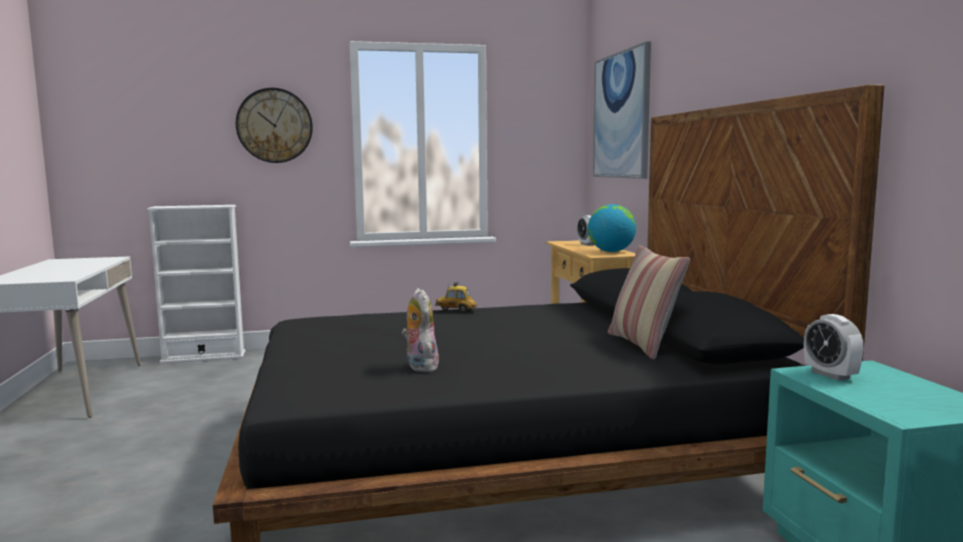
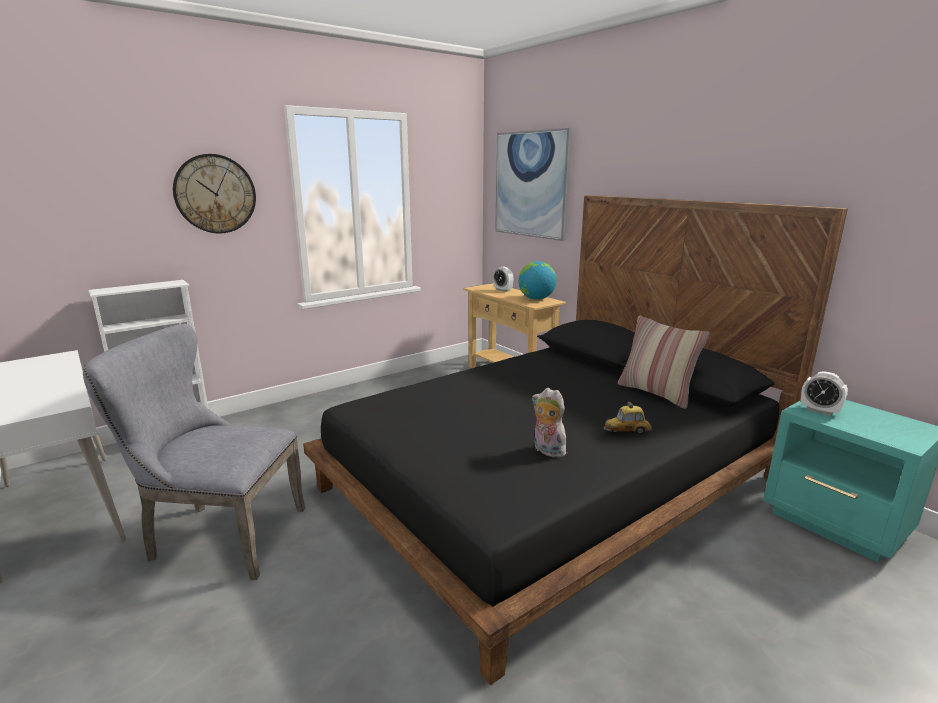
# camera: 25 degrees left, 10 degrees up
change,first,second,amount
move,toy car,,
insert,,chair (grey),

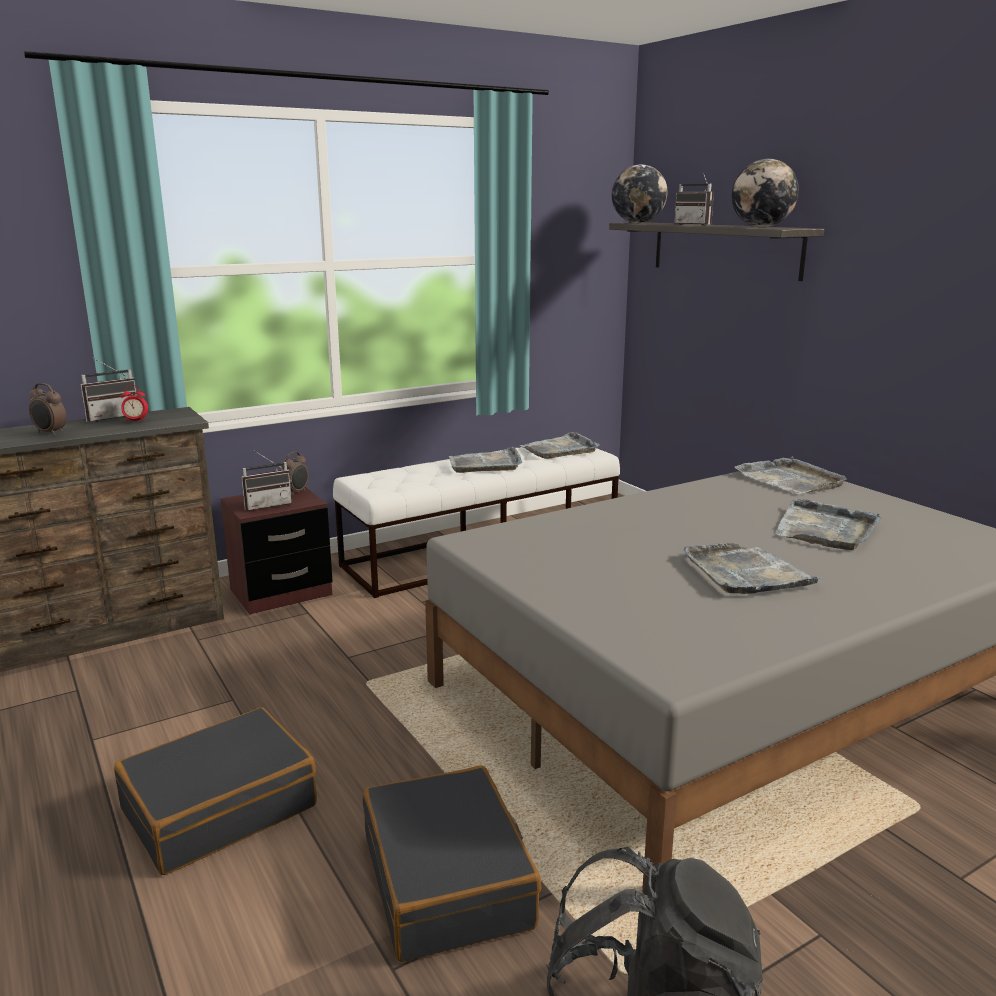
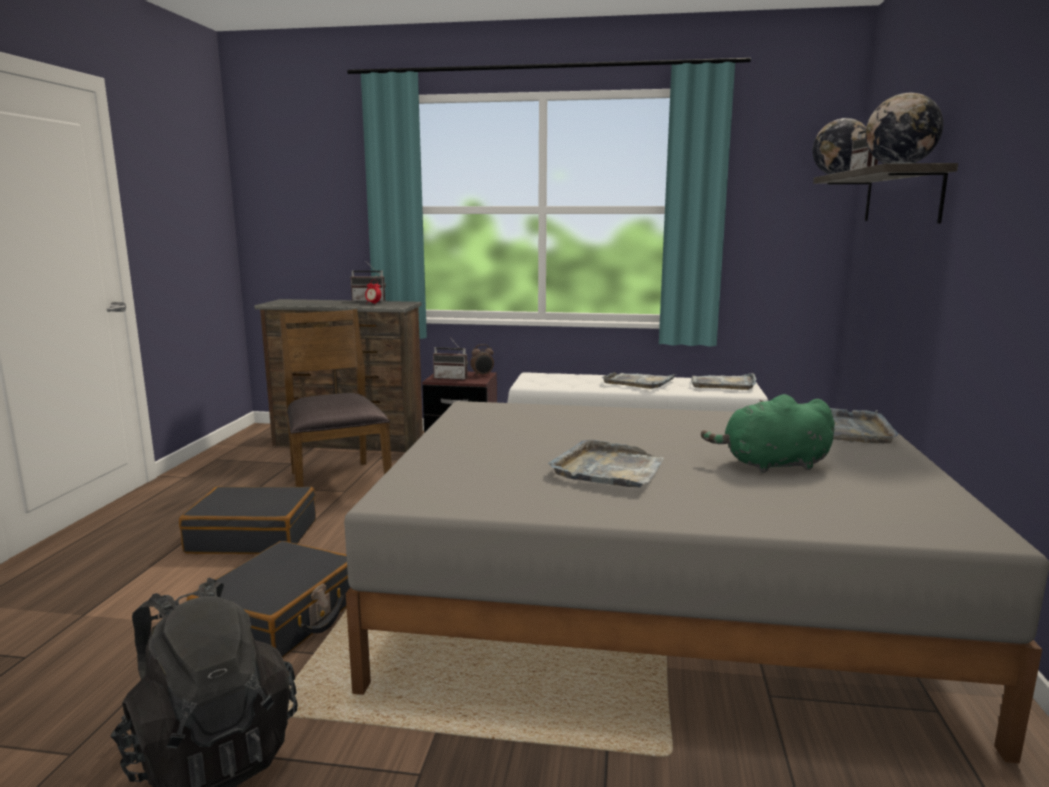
# camera: 40 degrees right, 5 degrees down
change,first,second,amount
delete,alarm clock (1st from left),,
replace,tray (grey) (5th from left),plush toy (green),
insert,,chair (brown),

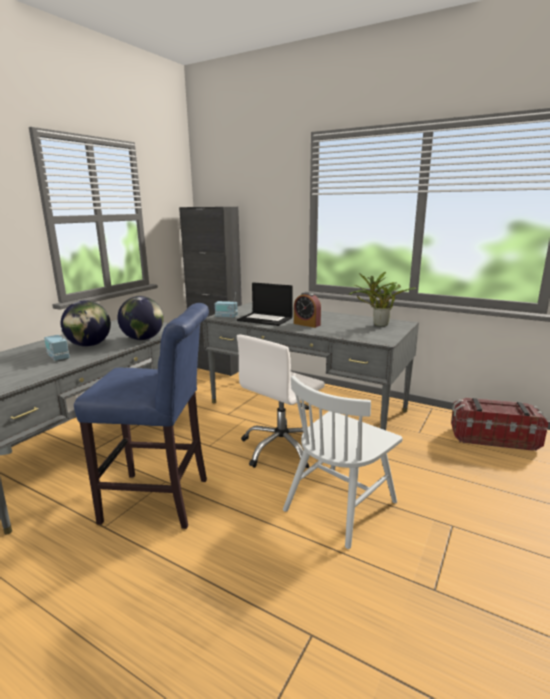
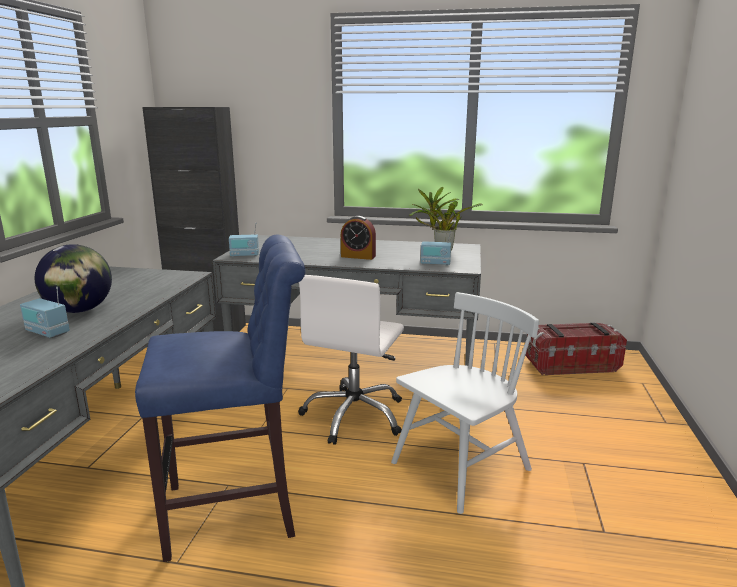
# camera: 20 degrees left, 0 degrees up
change,first,second,amount
delete,laptop,,
delete,globe (2nd from left),,
rotate,chair (white),,150 degrees counterclockwise
insert,,radio (3rd from left),

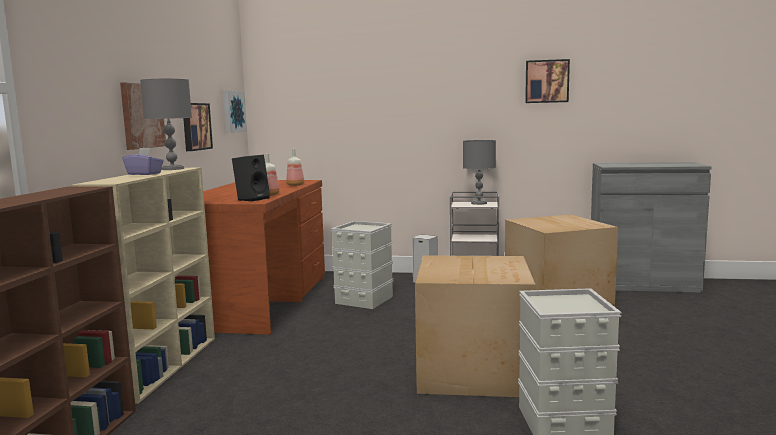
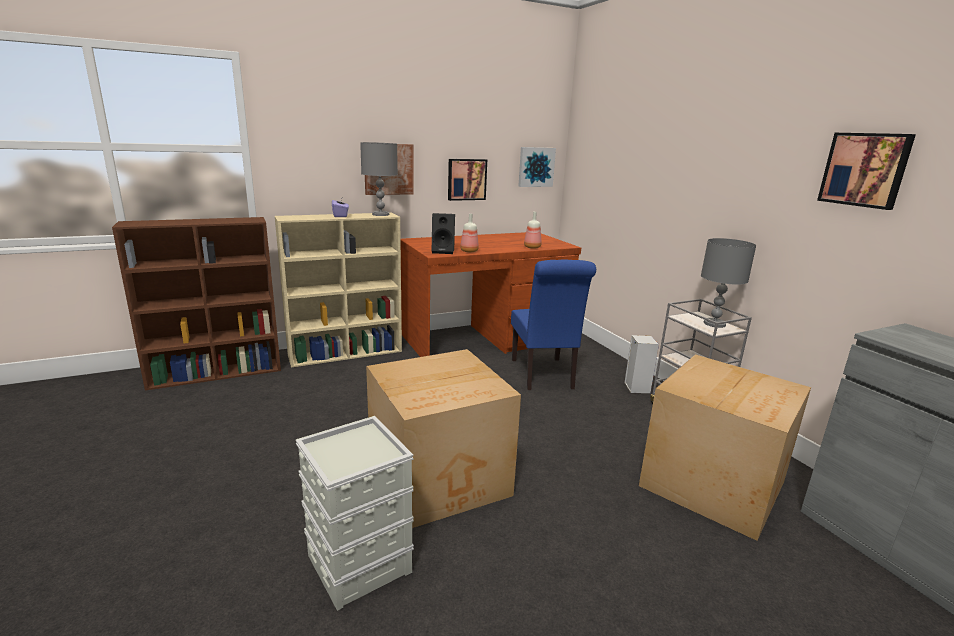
# camera: 55 degrees right, 10 degrees up
change,first,second,amount
replace,storage box (grey) (1st from left),chair (blue),

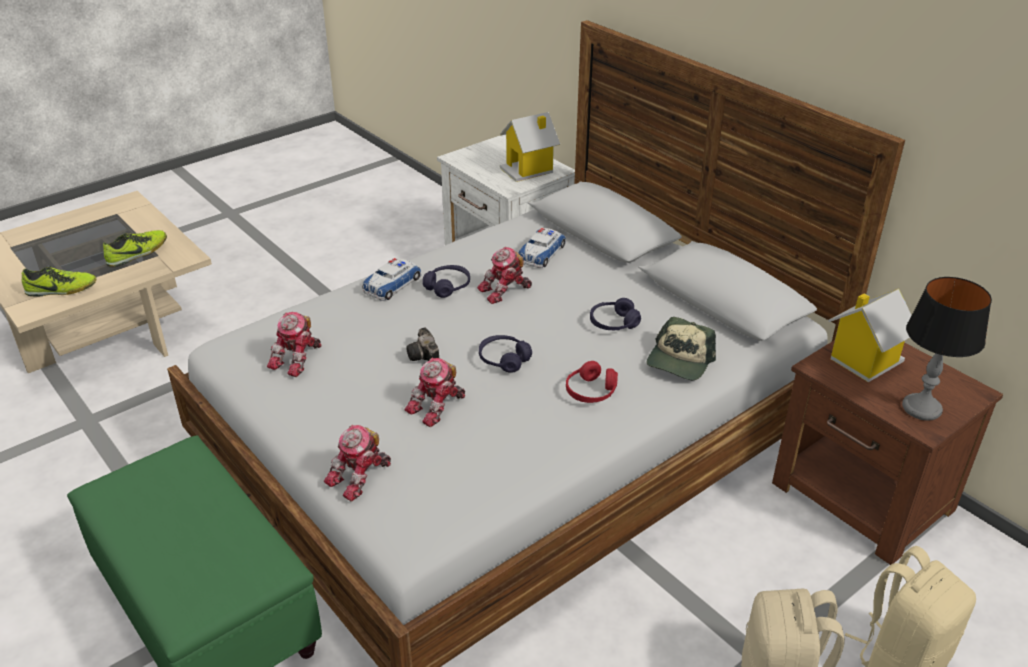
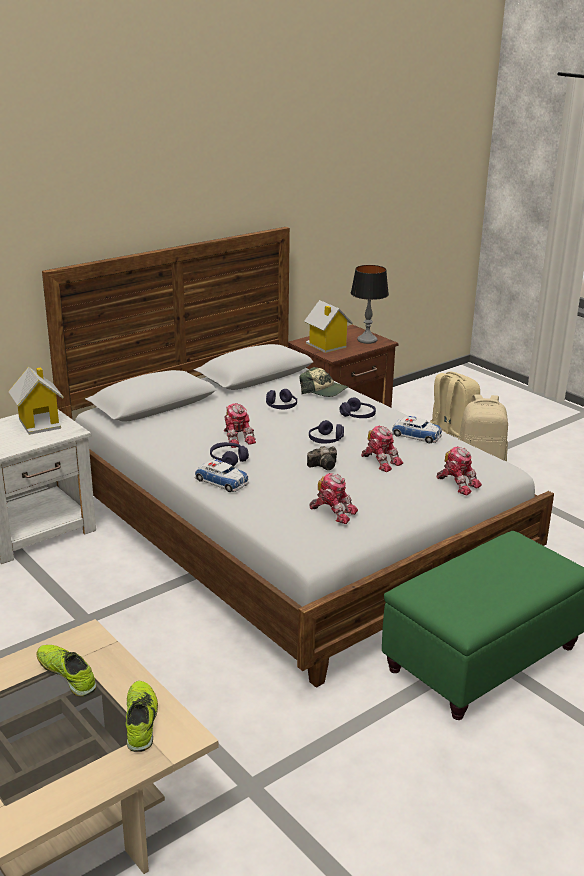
# camera: 90 degrees left, 10 degrees down
change,first,second,amount
move,toy car (2nd from left),,
recolor,headphones (red),headphones (purple) (4th from left),

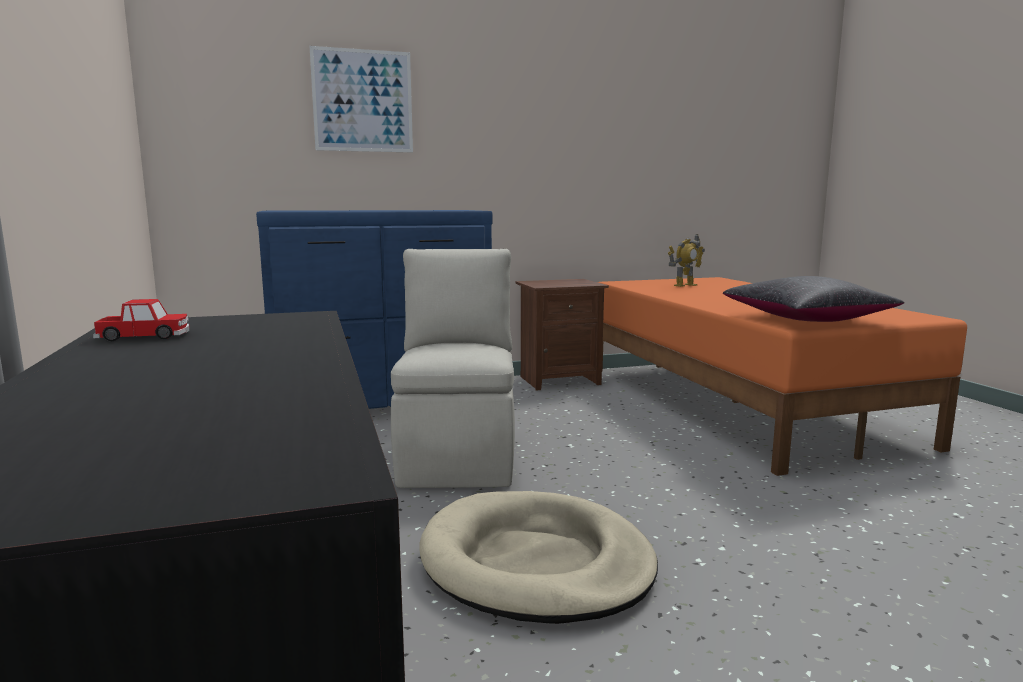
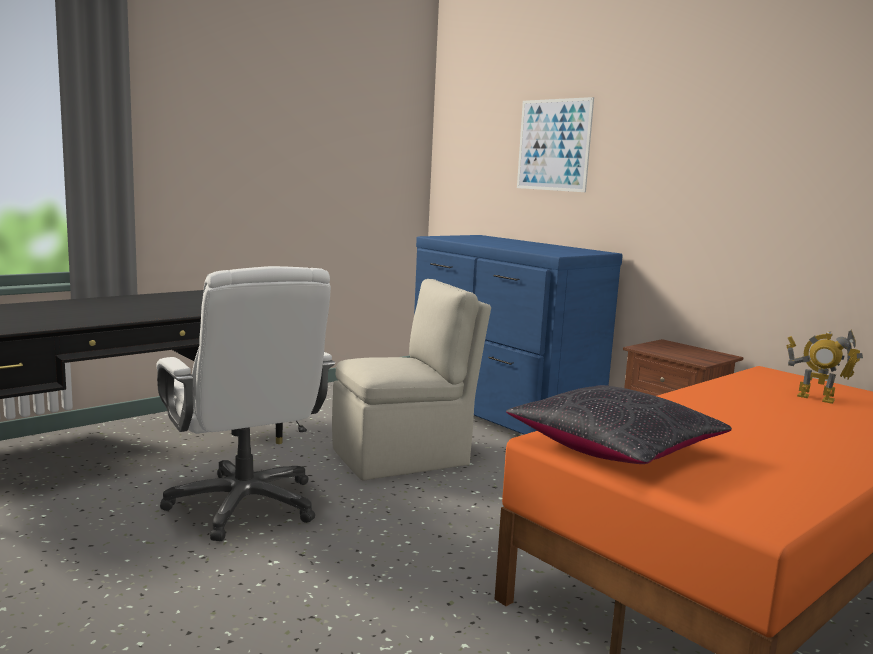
# camera: 65 degrees right, 0 degrees up
change,first,second,amount
delete,toy car,,
replace,dog bed (beige),office chair (white),

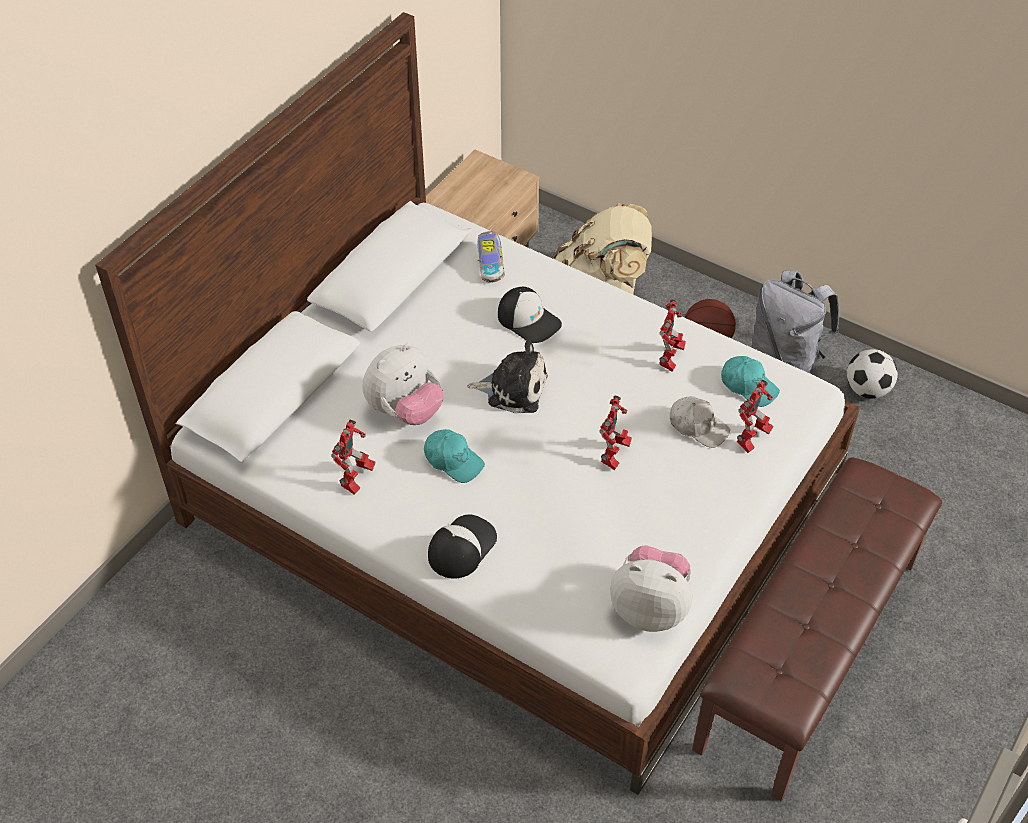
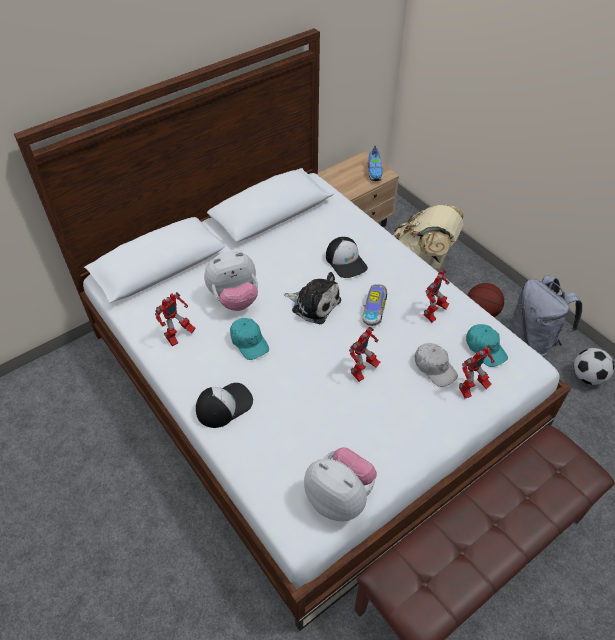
# camera: 20 degrees right, 0 degrees up
change,first,second,amount
move,toy car,,
insert,,shoe,

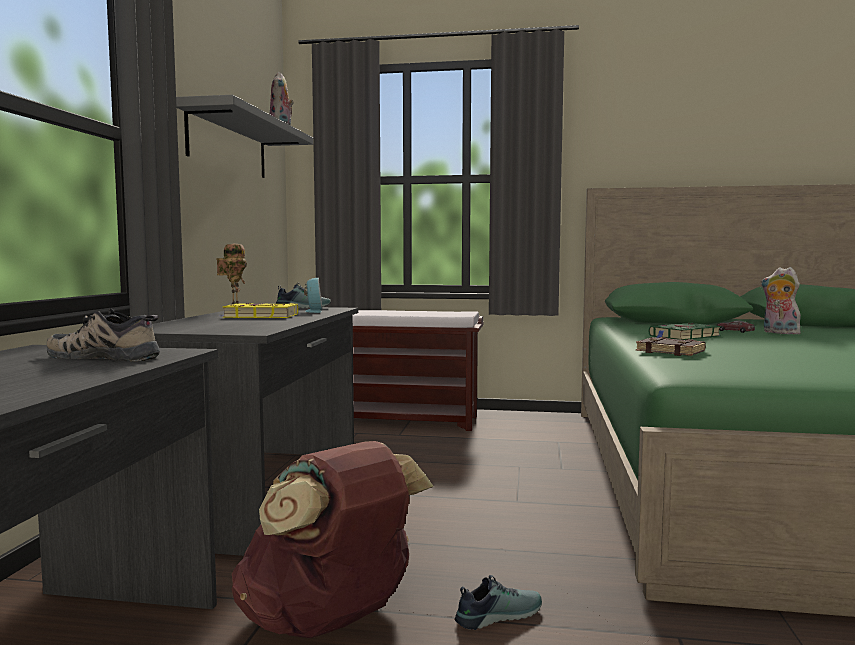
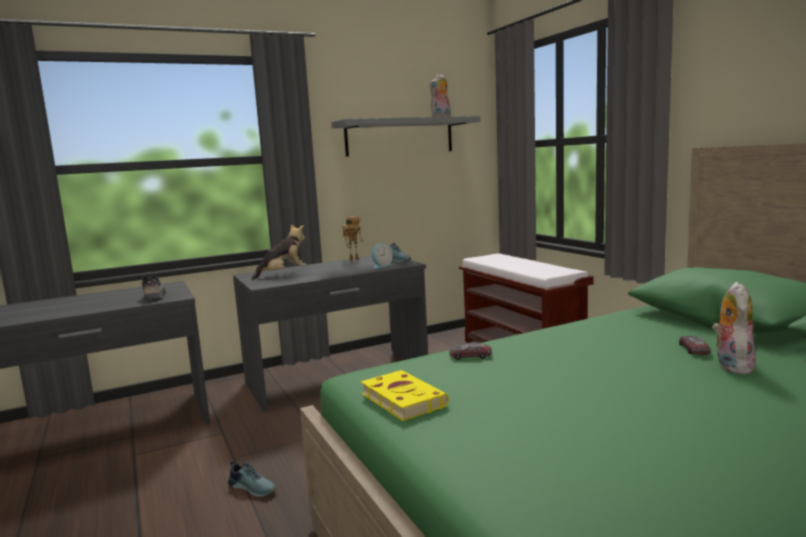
# camera: 55 degrees right, 5 degrees up
change,first,second,amount
move,book (yellow),,
delete,book (green),,
replace,book (brown),toy car (1st from left),
delete,backpack (brown),,
insert,,plush toy (1st from left),

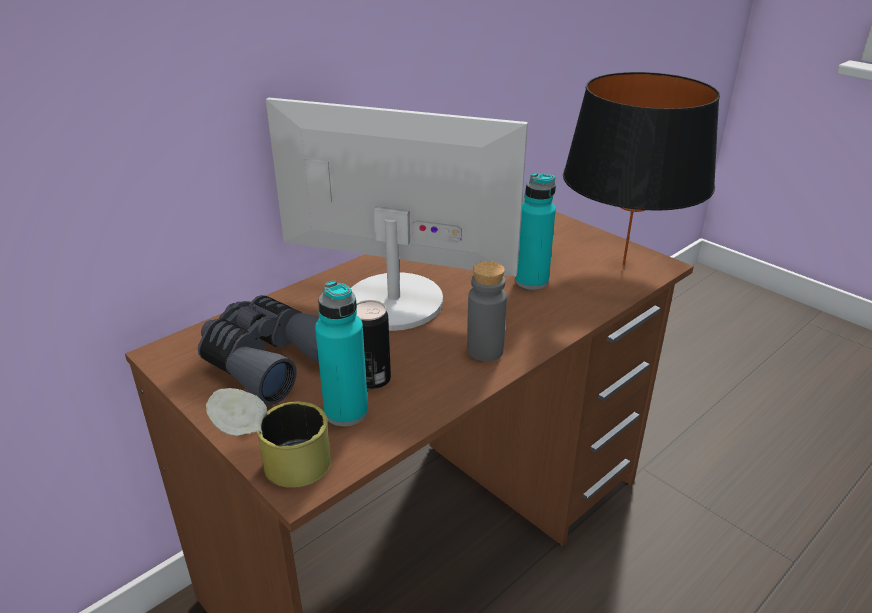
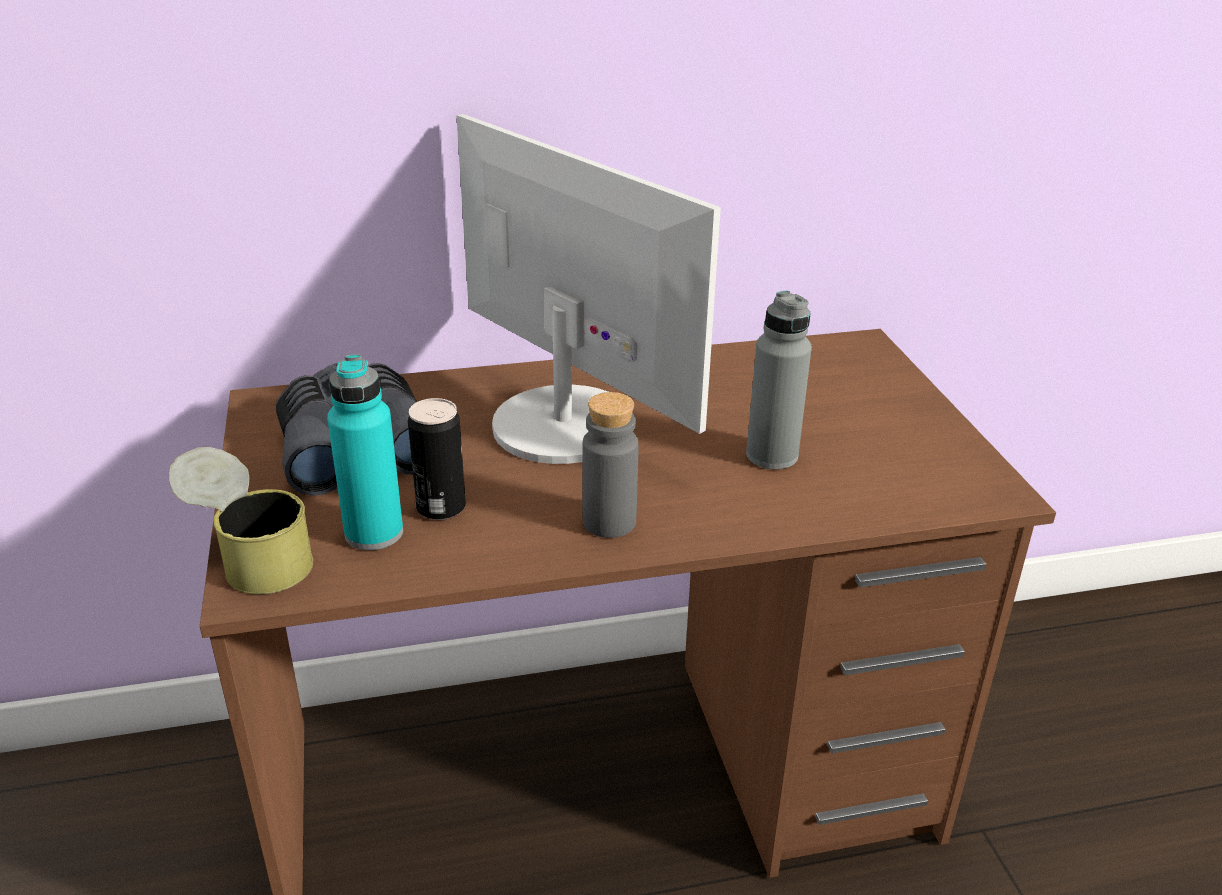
# camera: 30 degrees right, 0 degrees up
change,first,second,amount
delete,table lamp (black),,
recolor,bottle (turquoise) (2nd from left),bottle (grey) (2nd from left),

